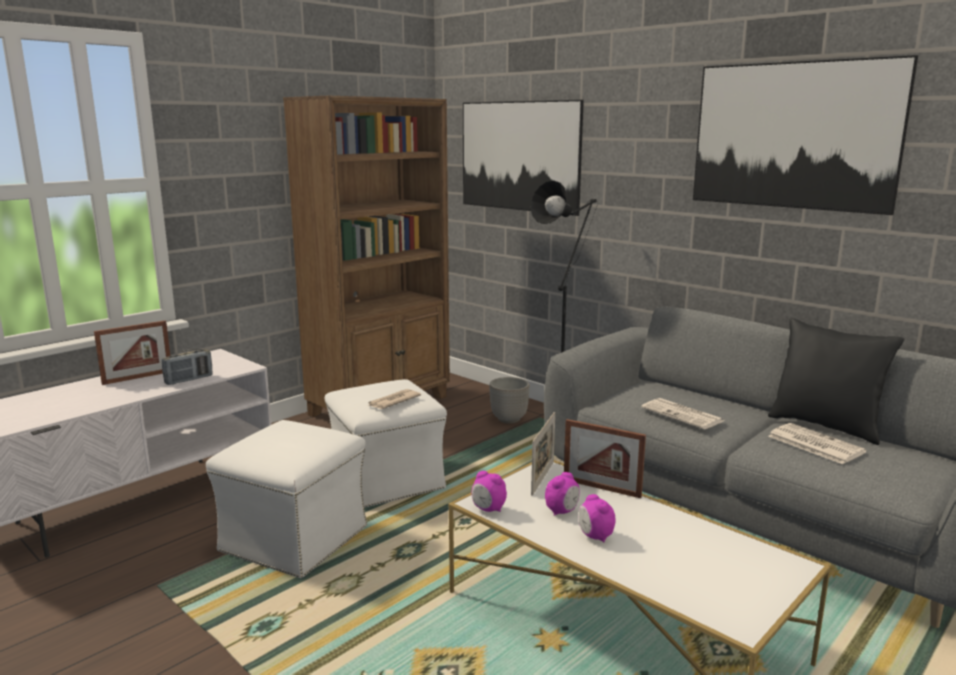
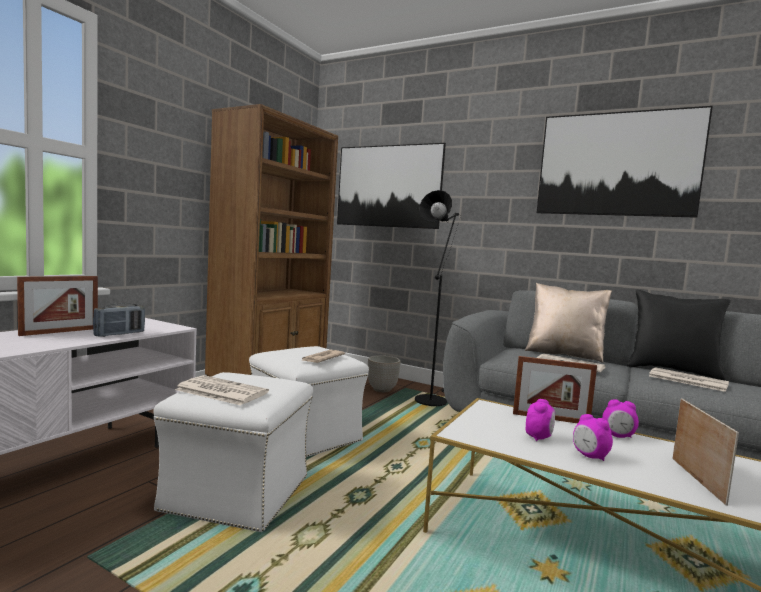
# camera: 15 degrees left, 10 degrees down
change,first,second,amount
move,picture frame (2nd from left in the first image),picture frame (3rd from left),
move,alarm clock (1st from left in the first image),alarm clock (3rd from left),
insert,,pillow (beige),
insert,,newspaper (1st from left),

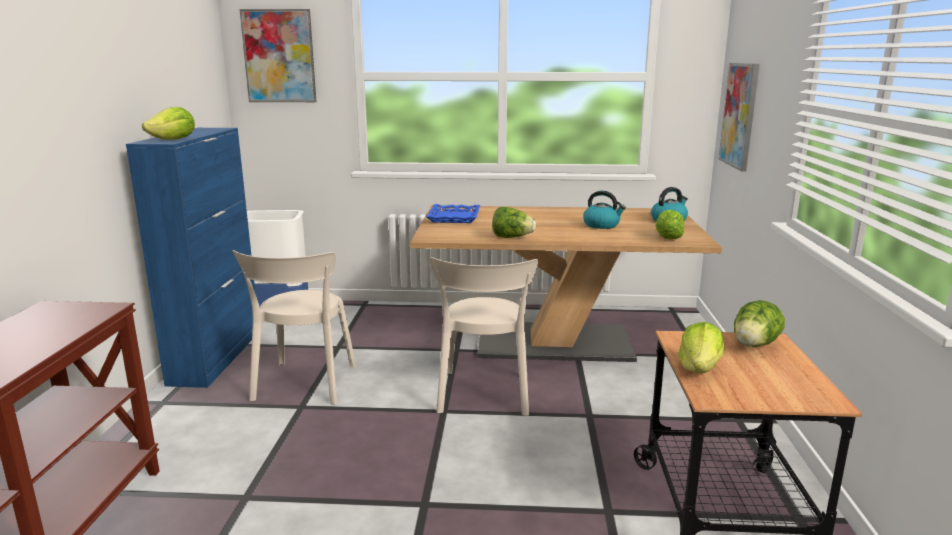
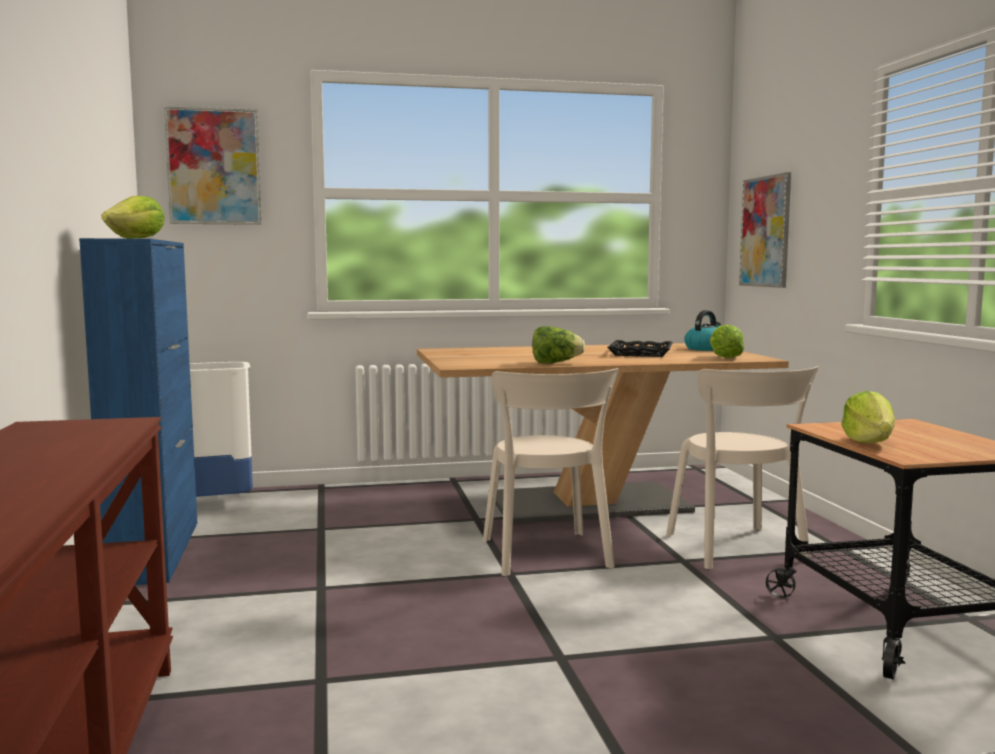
# camera: 15 degrees left, 10 degrees down
change,first,second,amount
replace,kettle (1st from left),tray (black),
delete,tray (blue),,
move,chair (beige) (1st from left in the first image),chair (beige) (2nd from left),
delete,lettuce (5th from left),,

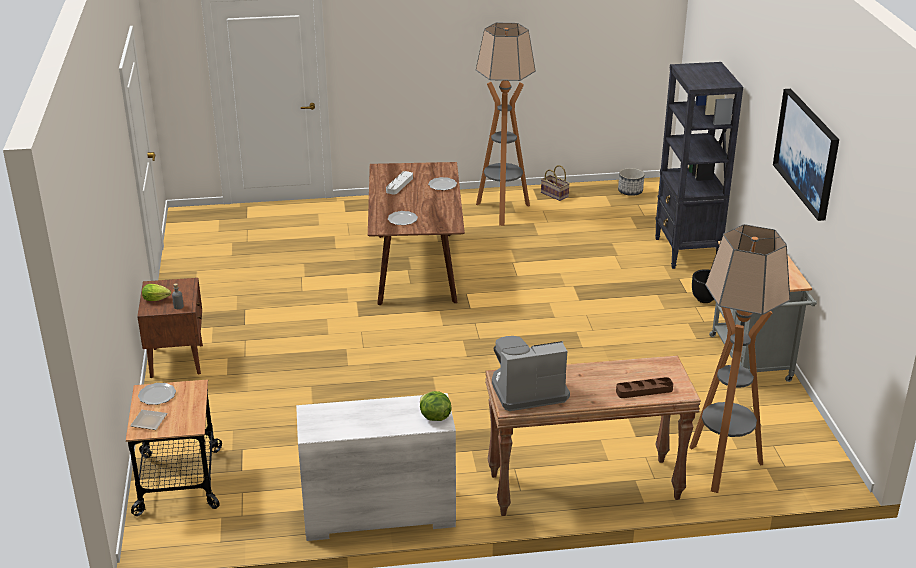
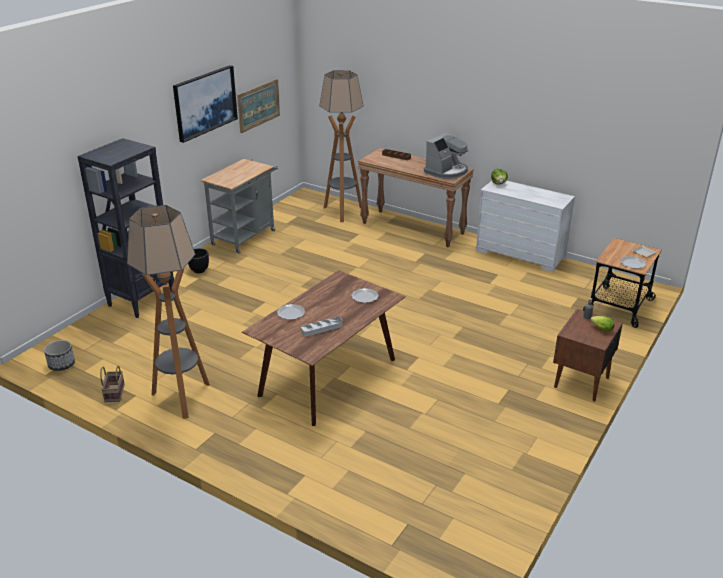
# camera: 140 degrees left, 0 degrees up
change,first,second,amount
rotate,coffee machine,,75 degrees counterclockwise
insert,,picture (2nd from left),

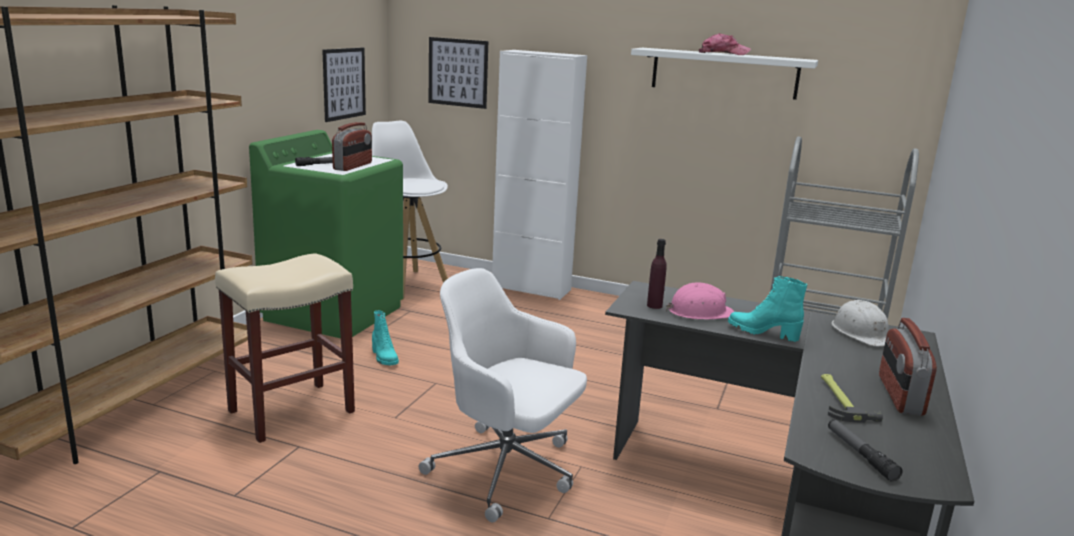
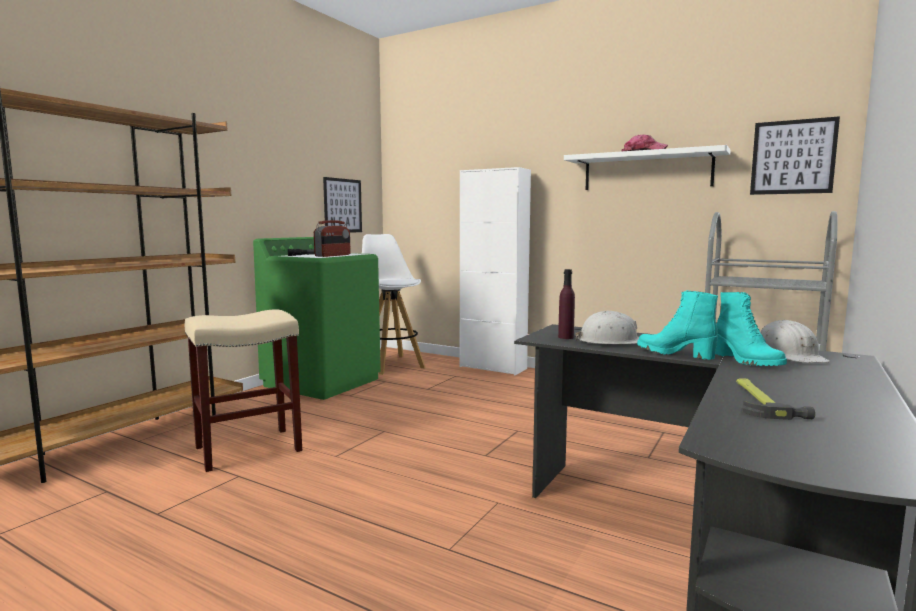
# camera: 10 degrees right, 10 degrees down
change,first,second,amount
move,picture (2nd from left),,
delete,office chair (white),,
recolor,hard hat (pink),hard hat (white) (1st from left),
move,boot (turquoise) (1st from left in the first image),boot (turquoise) (2nd from left),
delete,radio (2nd from left),,
delete,flashlight (2nd from left),,

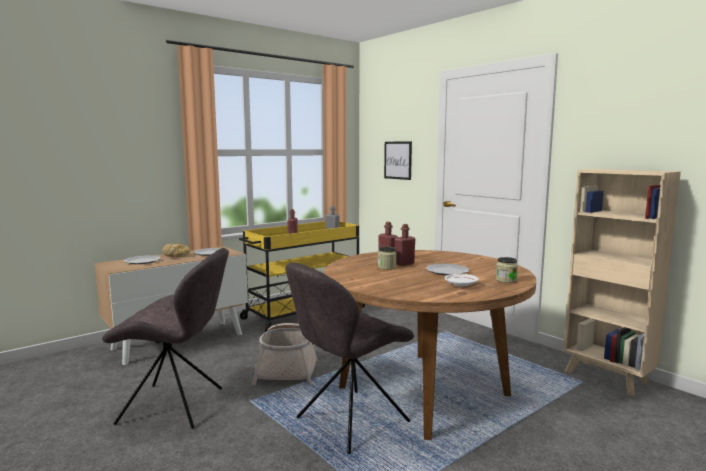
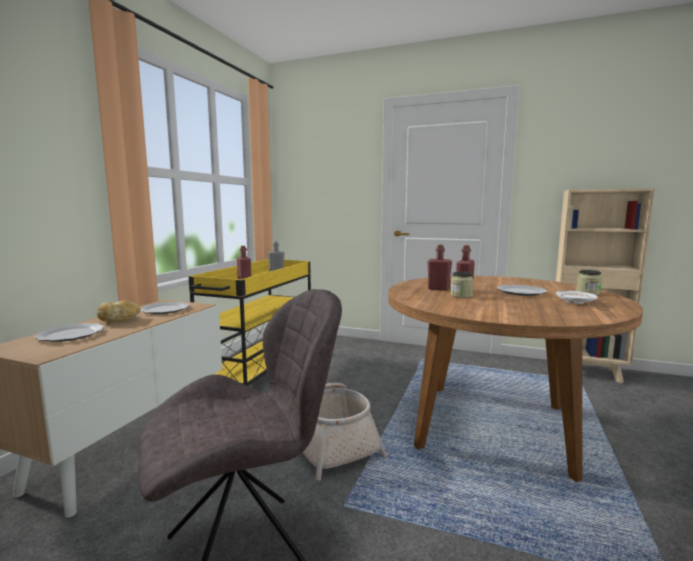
# camera: 30 degrees left, 0 degrees up
change,first,second,amount
delete,picture,,
delete,chair (grey) (2nd from left),,

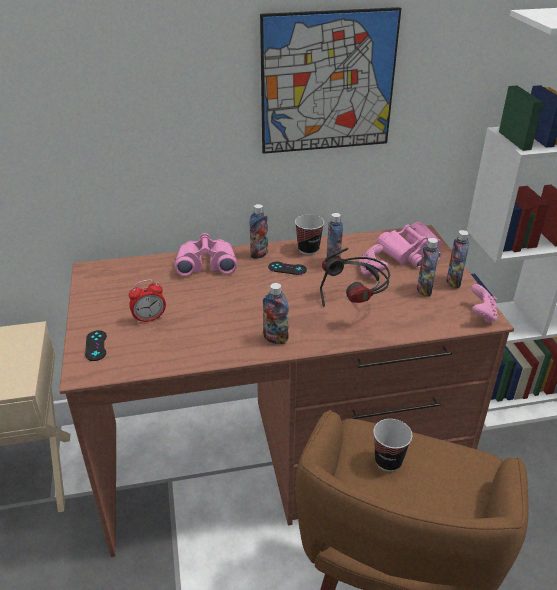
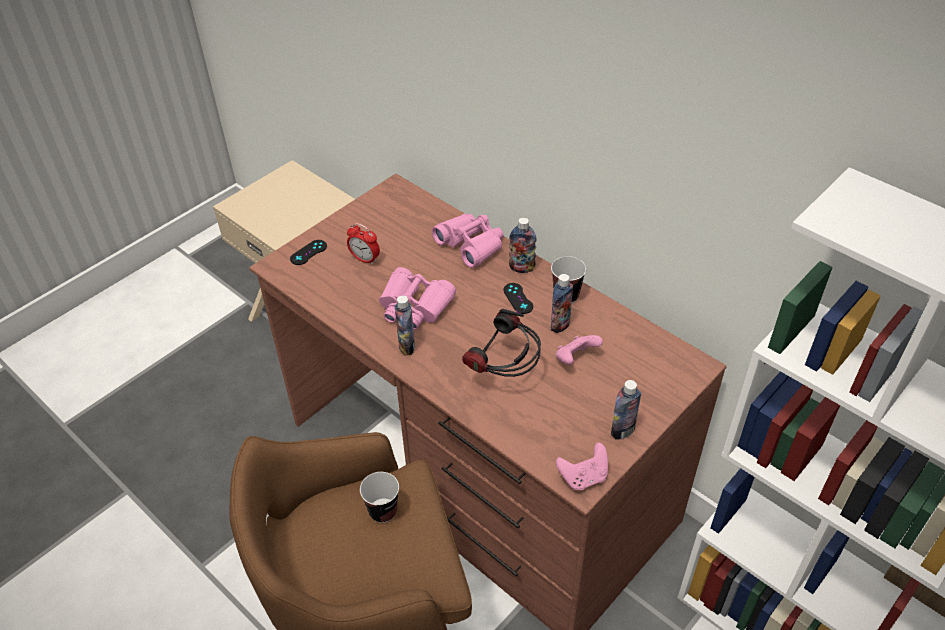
# camera: 55 degrees right, 10 degrees up
change,first,second,amount
delete,picture,,
move,binoculars (pink) (2nd from left in the first image),binoculars (pink) (1st from left),
delete,bottle (4th from left),,

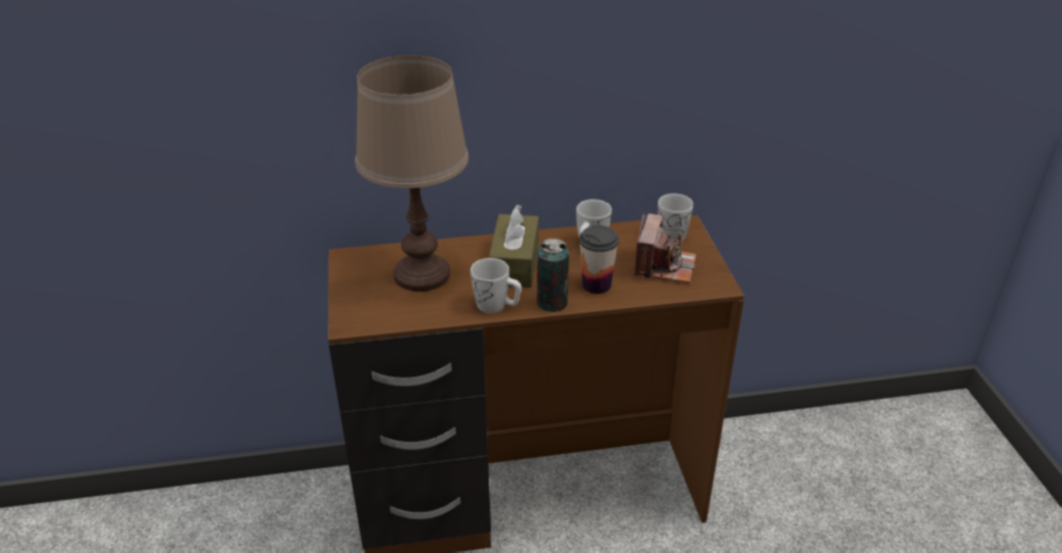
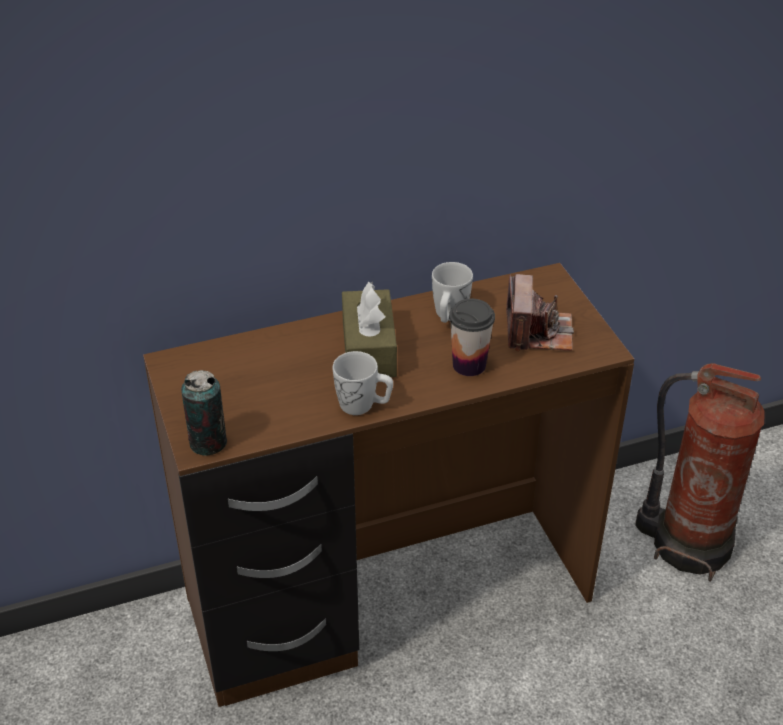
# camera: 10 degrees left, 5 degrees up
change,first,second,amount
delete,table lamp (brown),,
delete,mug (white) (3rd from left),,
move,can,,
insert,,fire extinguisher,

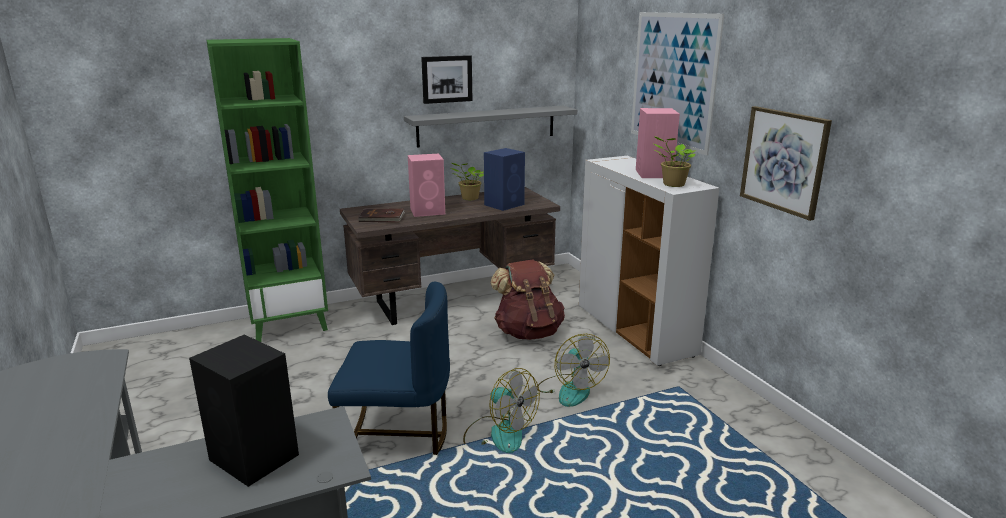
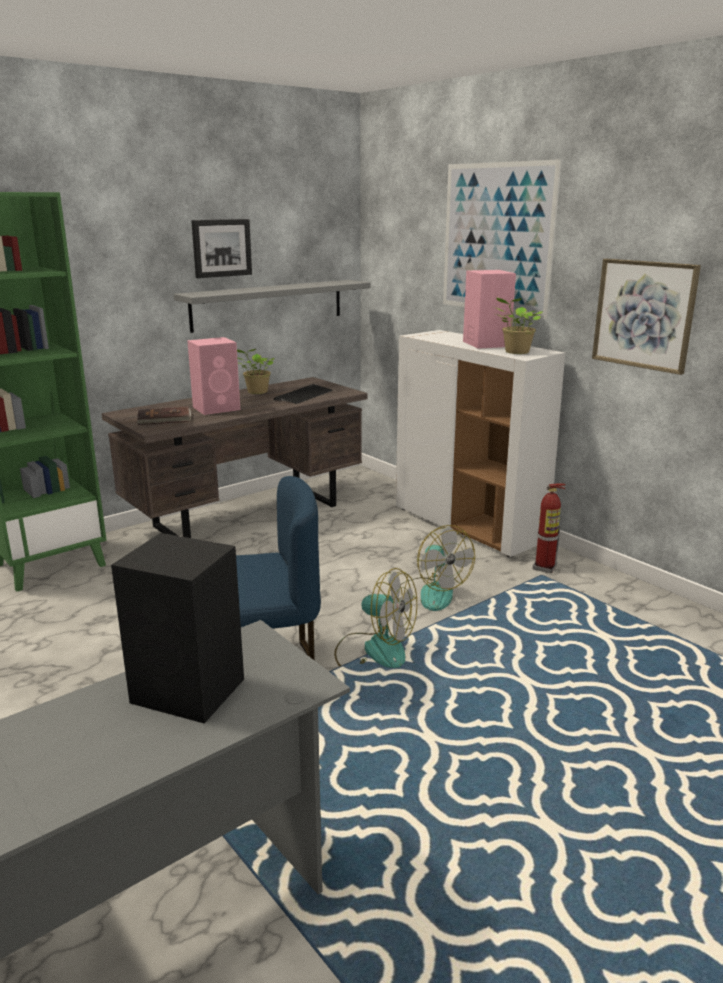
# camera: 15 degrees left, 0 degrees up
change,first,second,amount
replace,speaker (blue),keyboard,
delete,backpack (brown),,
insert,,fire extinguisher,

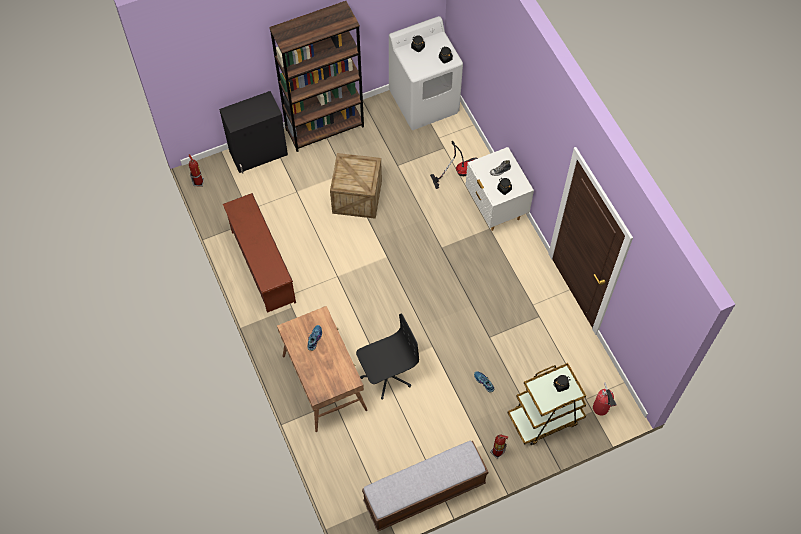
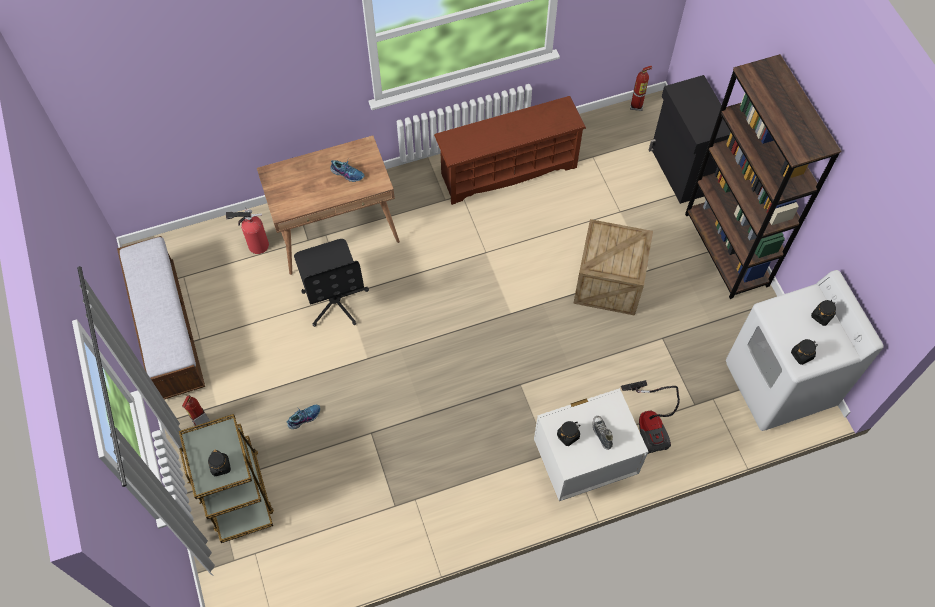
# camera: 95 degrees right, 0 degrees up
change,first,second,amount
move,fire extinguisher (3rd from left in the first image),fire extinguisher (2nd from left),

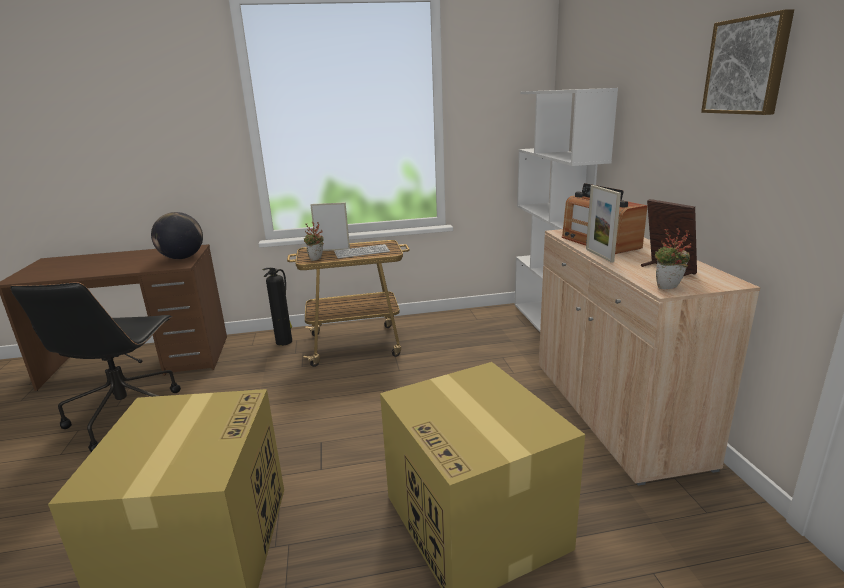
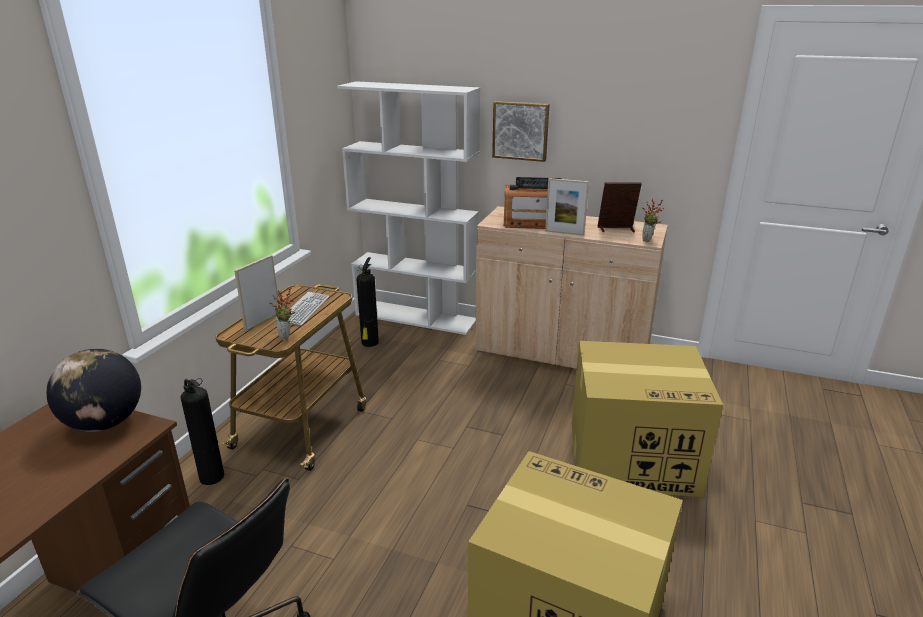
# camera: 60 degrees left, 5 degrees up
change,first,second,amount
move,picture,,
insert,,fire extinguisher (2nd from left),

